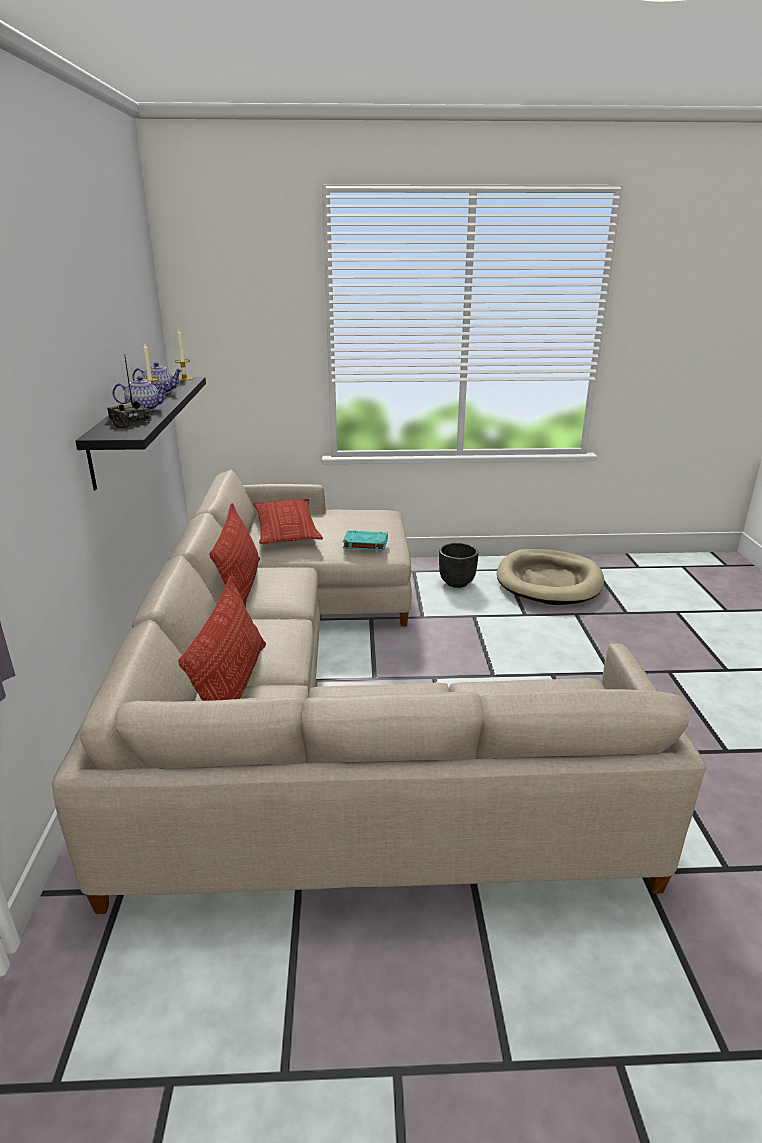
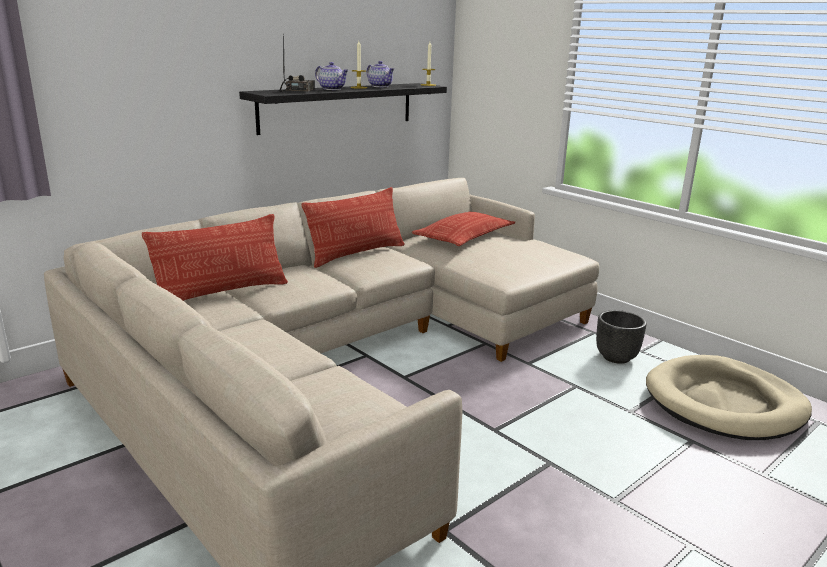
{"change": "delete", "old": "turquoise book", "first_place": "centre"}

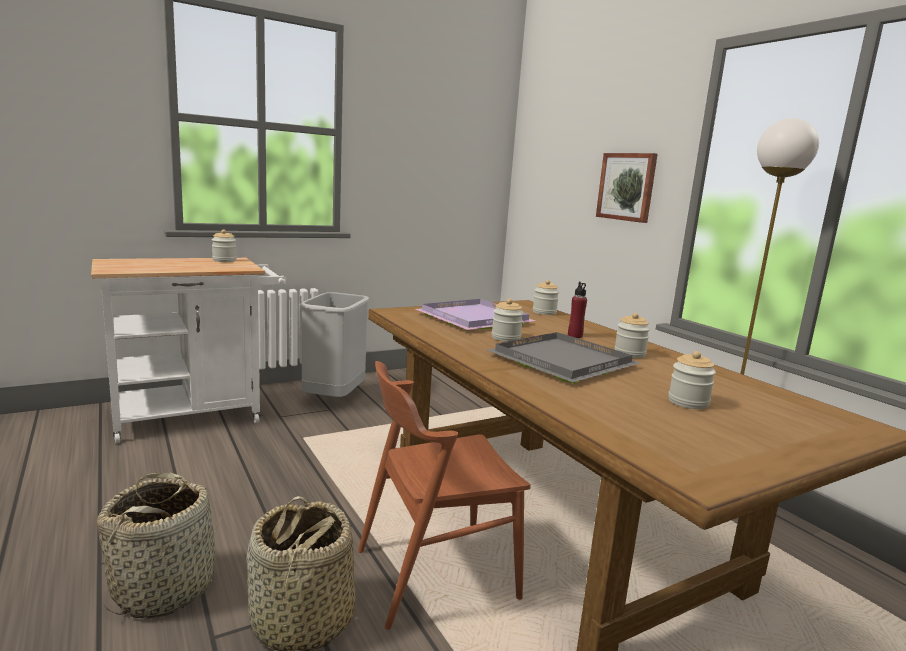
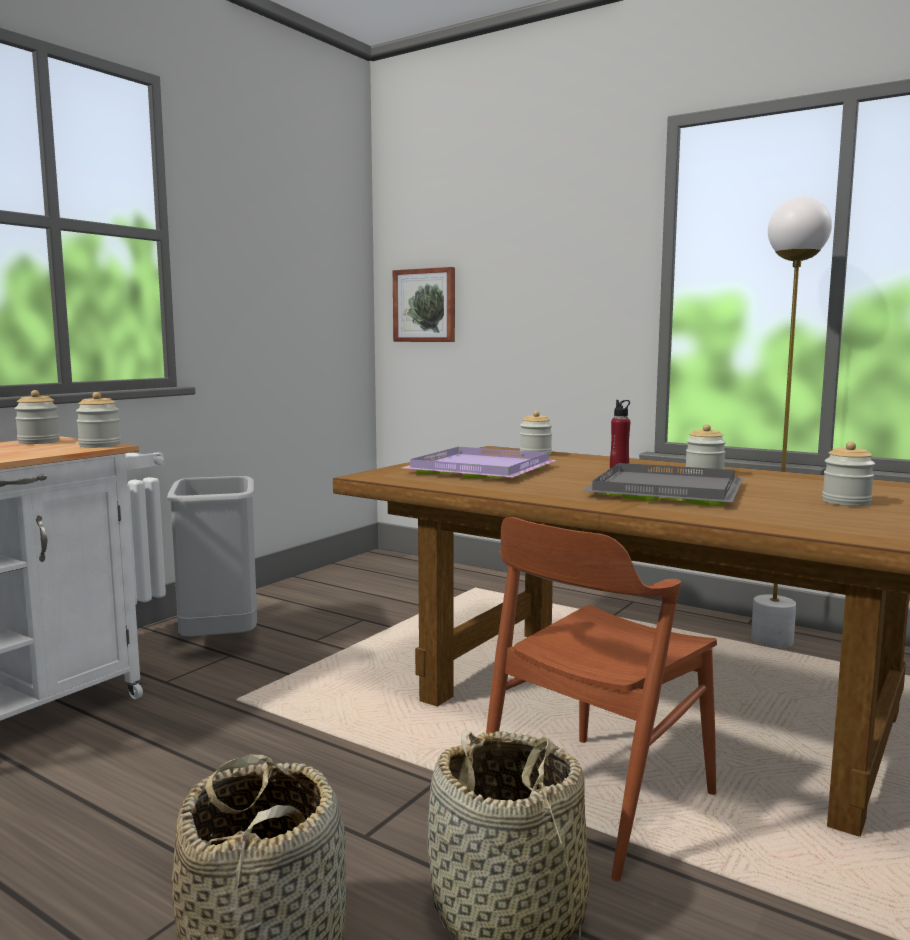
{"change": "move", "old": "jar (2nd from left)", "first_place": "centre", "second_place": "middle left"}
{"change": "move", "old": "picture", "first_place": "top right", "second_place": "top centre"}

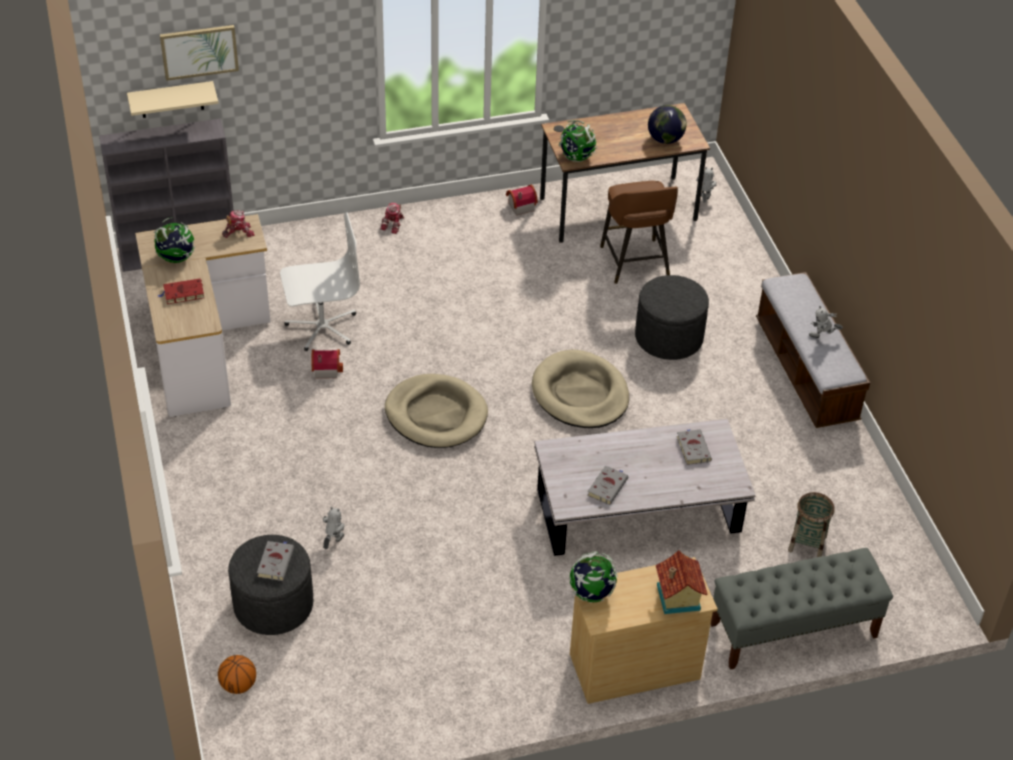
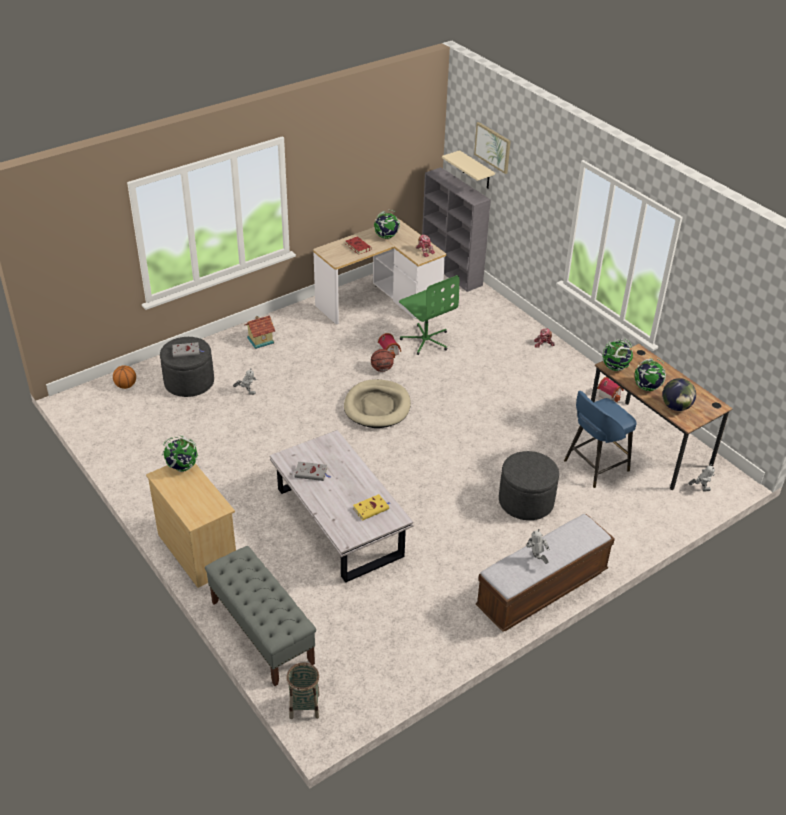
{"change": "delete", "old": "beige dog bed (2nd from left)", "first_place": "centre"}
{"change": "insert", "new": "basketball (2nd from left)", "second_place": "centre"}
{"change": "insert", "new": "globe (4th from left)", "second_place": "middle right"}
{"change": "move", "old": "toy house (3rd from left in the first image)", "new": "toy house (1st from left)", "first_place": "bottom right", "second_place": "middle left"}
{"change": "move", "old": "basket", "first_place": "bottom right", "second_place": "bottom centre"}
{"change": "recolor", "old": "white office chair", "new": "green office chair", "first_place": "middle left", "second_place": "centre"}
{"change": "recolor", "old": "brown stool", "new": "blue stool", "first_place": "top centre", "second_place": "middle right"}
{"change": "recolor", "old": "grey book (3rd from left)", "new": "yellow book", "first_place": "middle right", "second_place": "centre"}

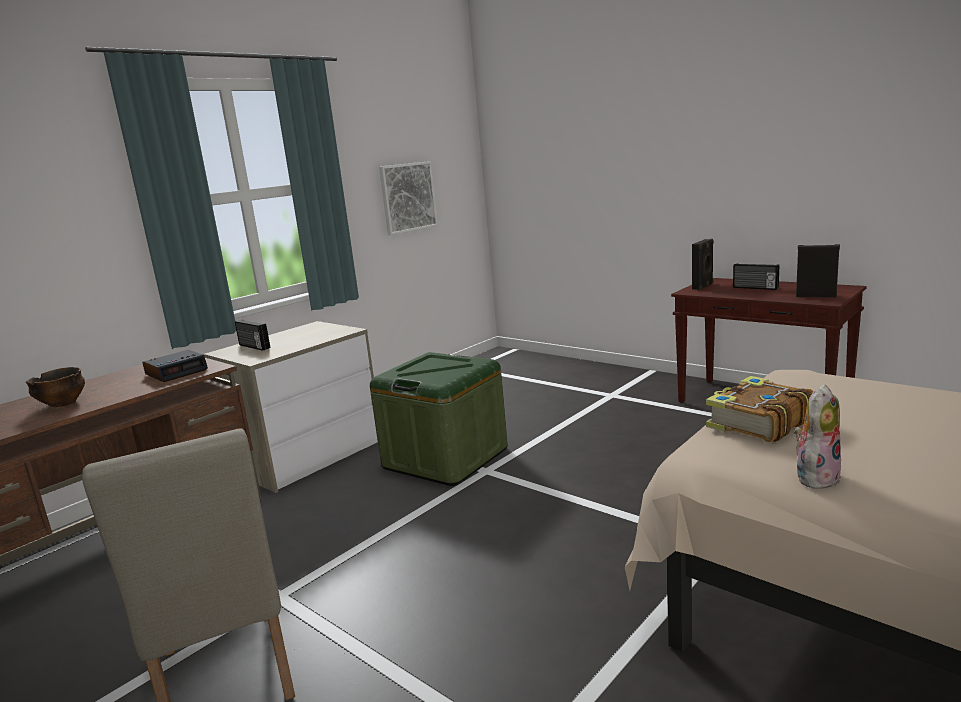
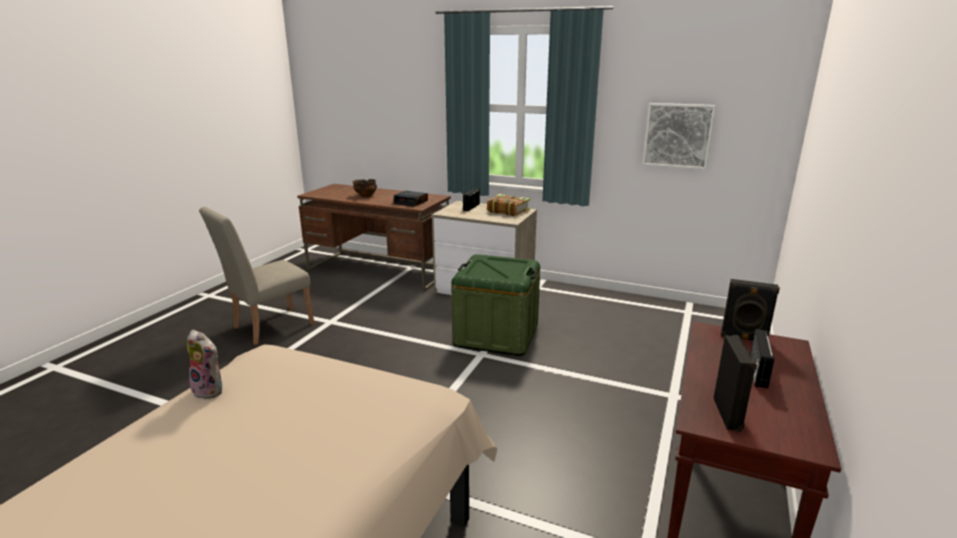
{"change": "move", "old": "book", "first_place": "middle right", "second_place": "centre"}

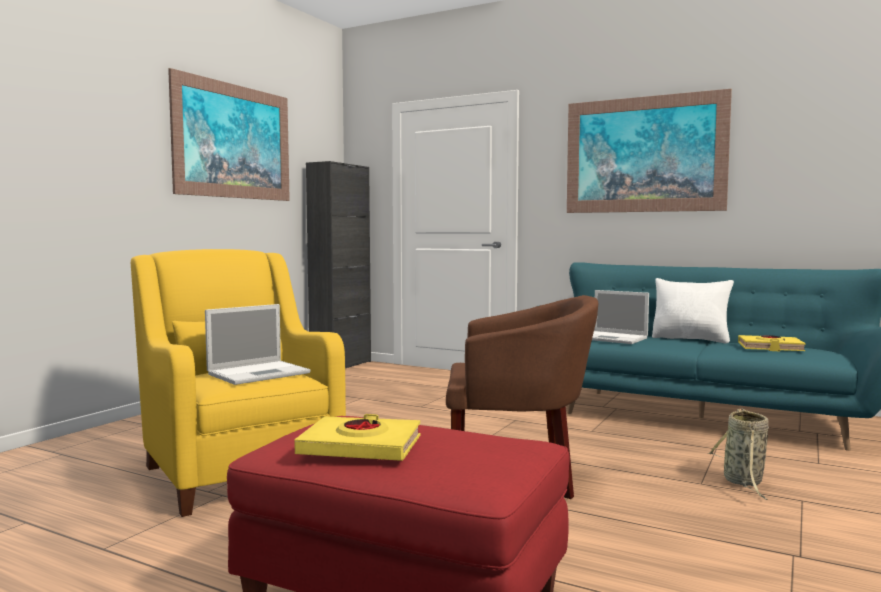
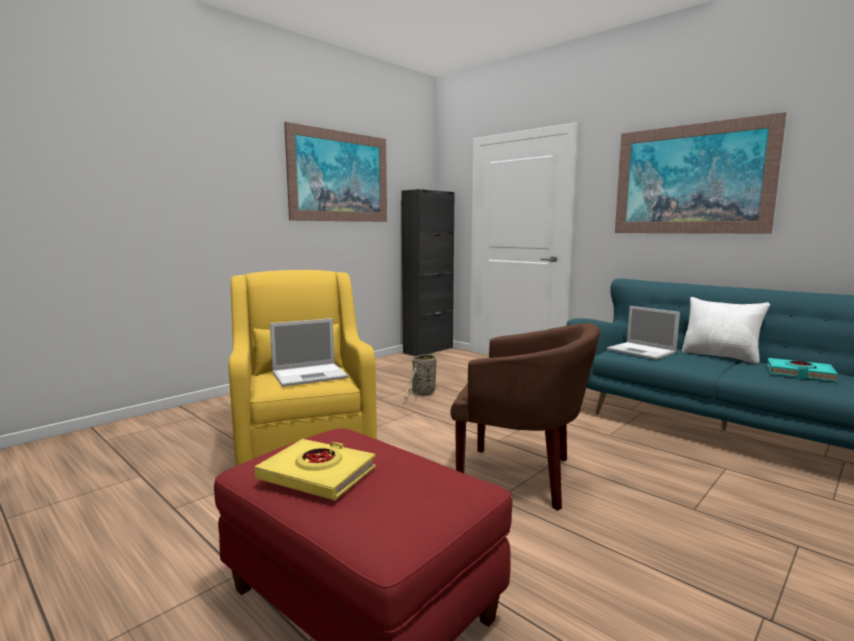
{"change": "move", "old": "basket", "first_place": "bottom right", "second_place": "centre"}
{"change": "recolor", "old": "yellow book (2nd from left)", "new": "turquoise book", "first_place": "middle right", "second_place": "middle right"}

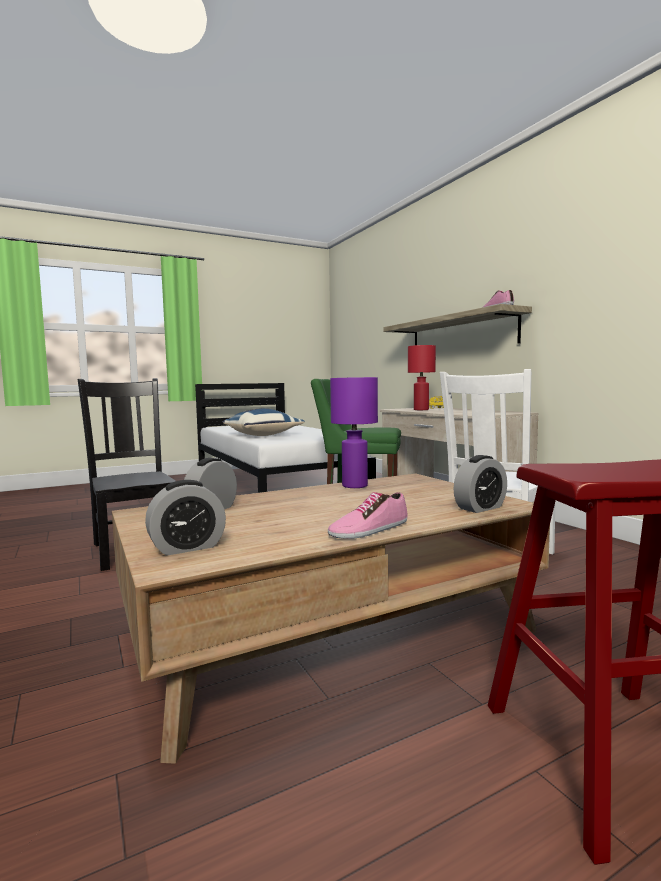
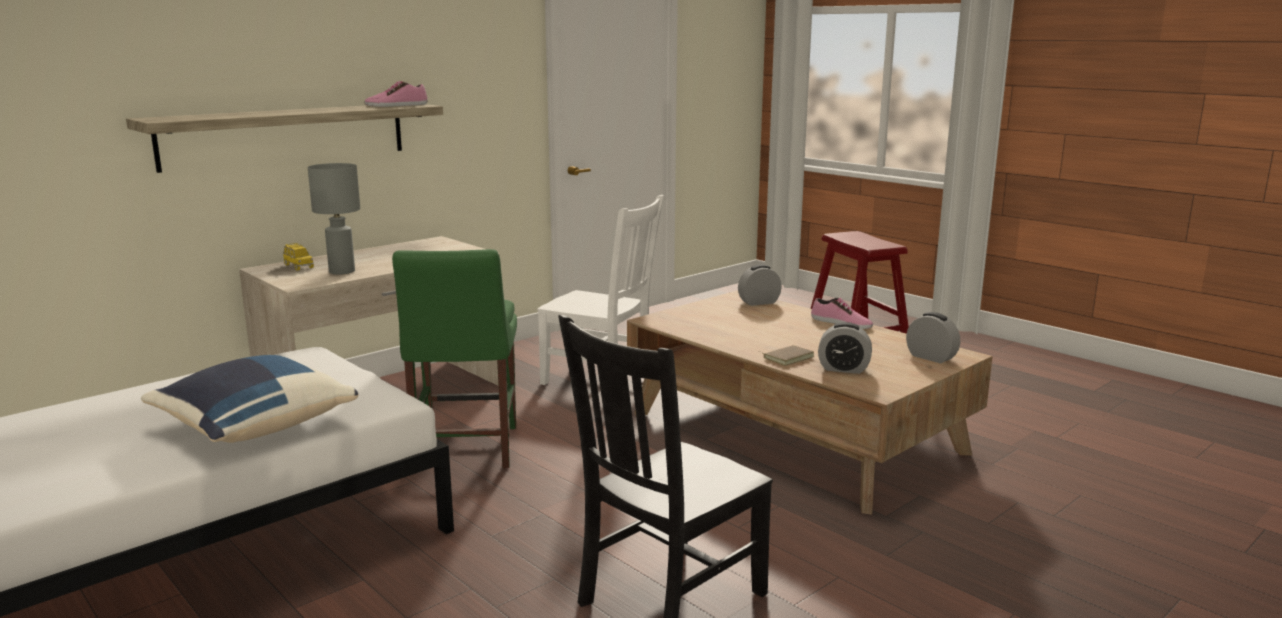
{"change": "delete", "old": "purple table lamp", "first_place": "centre"}
{"change": "insert", "new": "brown book", "second_place": "centre"}
{"change": "recolor", "old": "red table lamp", "new": "grey table lamp", "first_place": "centre", "second_place": "middle left"}
{"change": "rotate", "old": "alarm clock (3rd from left in the first image)", "first_place": "middle right", "second_place": "centre", "degrees": -60}

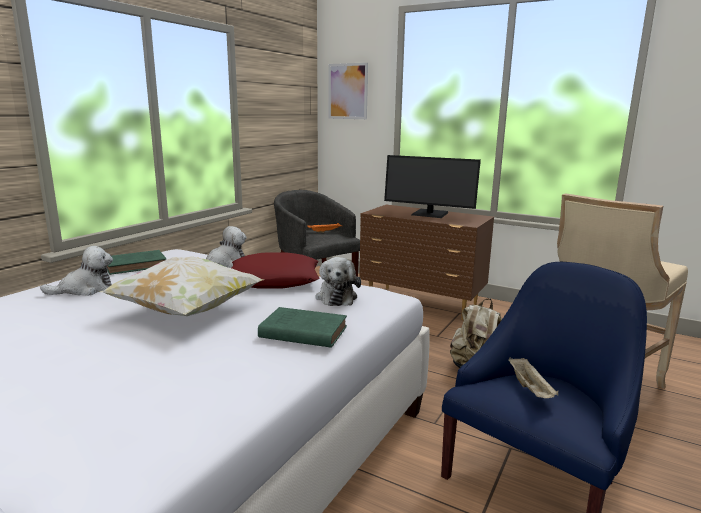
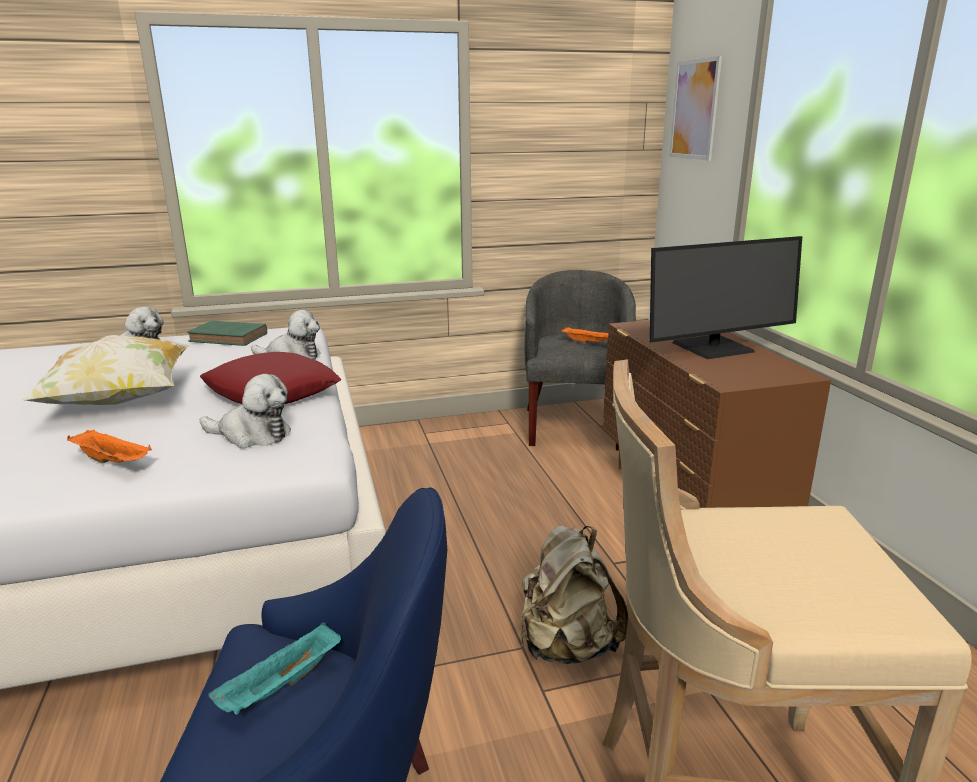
{"change": "replace", "old": "green book (2nd from left)", "new": "orange tray (1st from left)", "first_place": "centre", "second_place": "middle left"}
{"change": "recolor", "old": "beige tray", "new": "turquoise tray", "first_place": "bottom right", "second_place": "bottom left"}
{"change": "rotate", "old": "plush toy (3rd from left in the first image)", "first_place": "centre", "second_place": "middle left", "degrees": -120}
{"change": "rotate", "old": "monitor", "first_place": "centre", "second_place": "middle right", "degrees": -90}

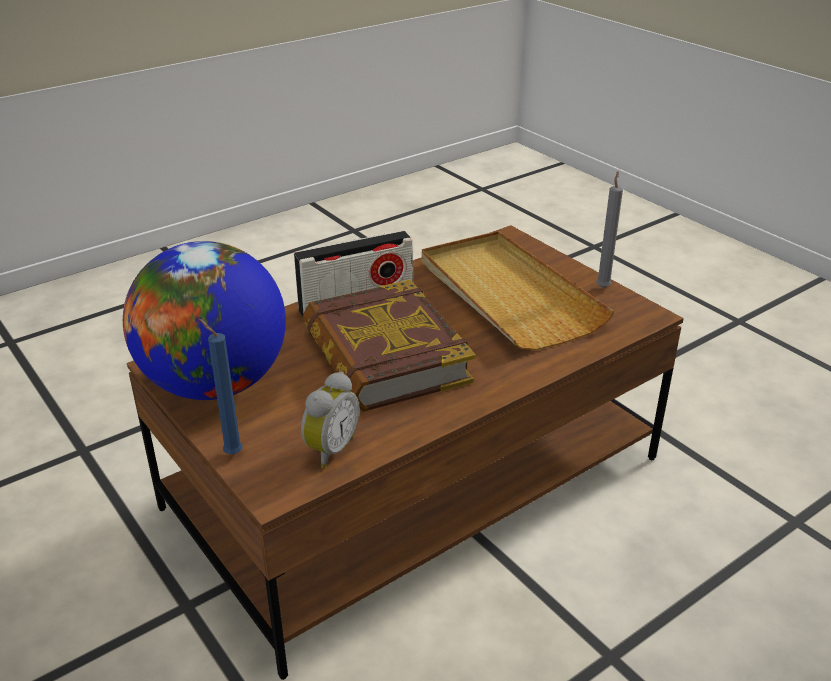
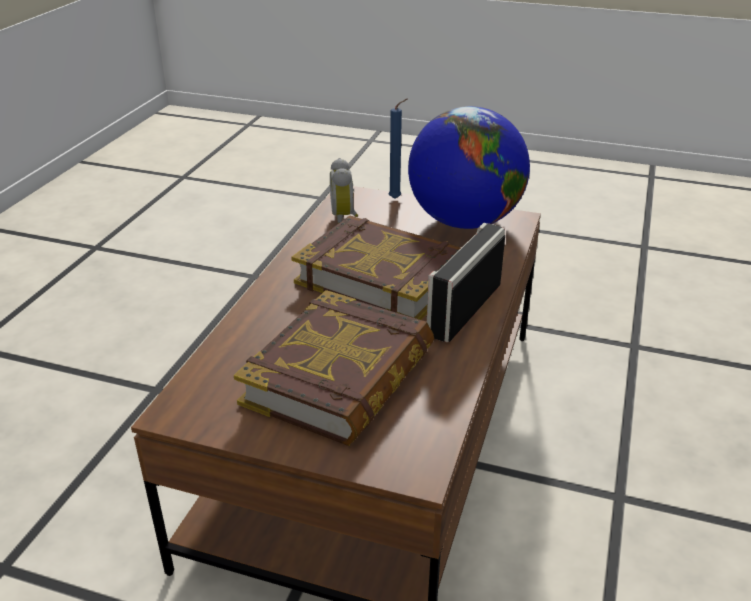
{"change": "delete", "old": "grey candle", "first_place": "middle right"}
{"change": "replace", "old": "beige tray", "new": "book (1st from left)", "first_place": "centre", "second_place": "centre"}

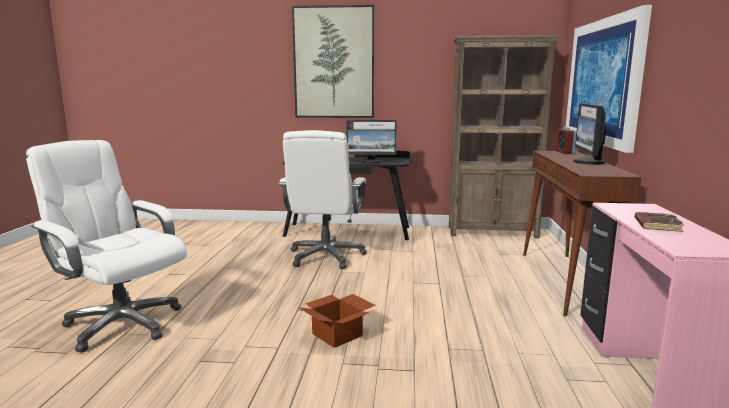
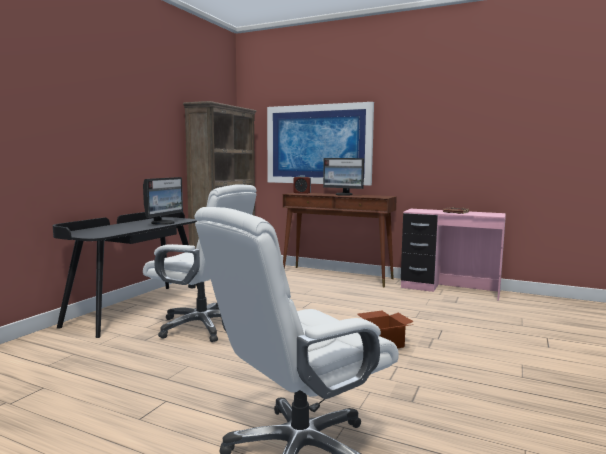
{"change": "delete", "old": "picture (1st from left)", "first_place": "top centre"}

